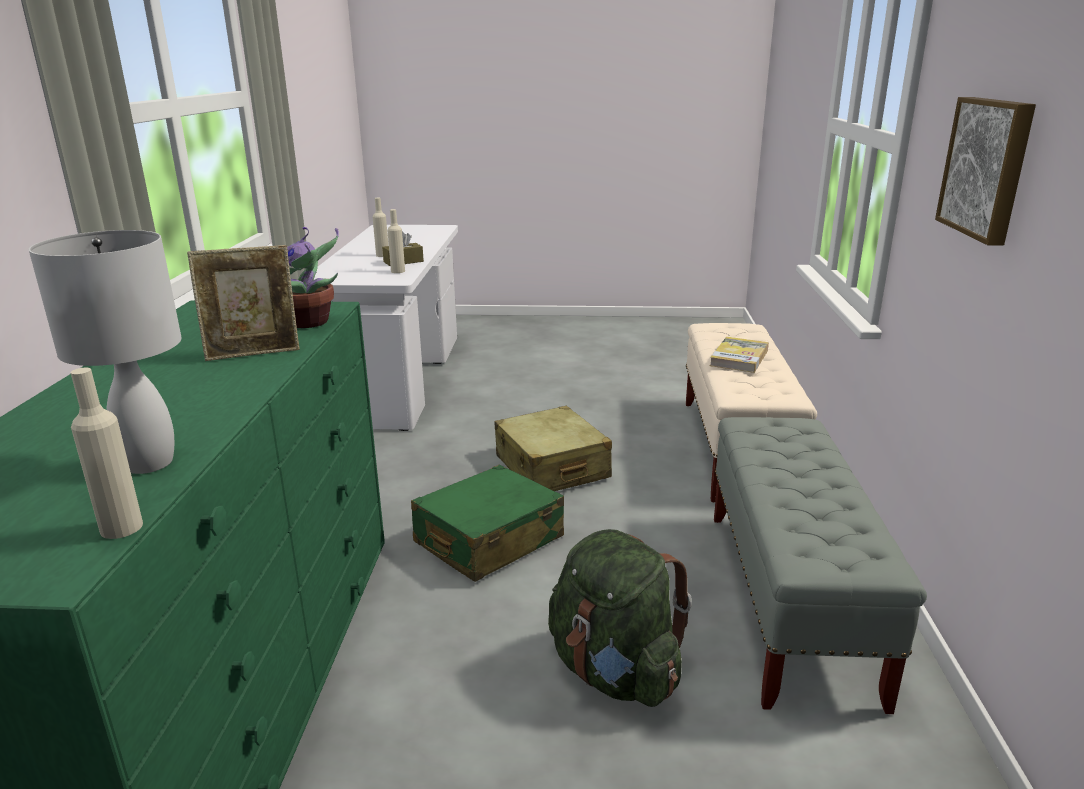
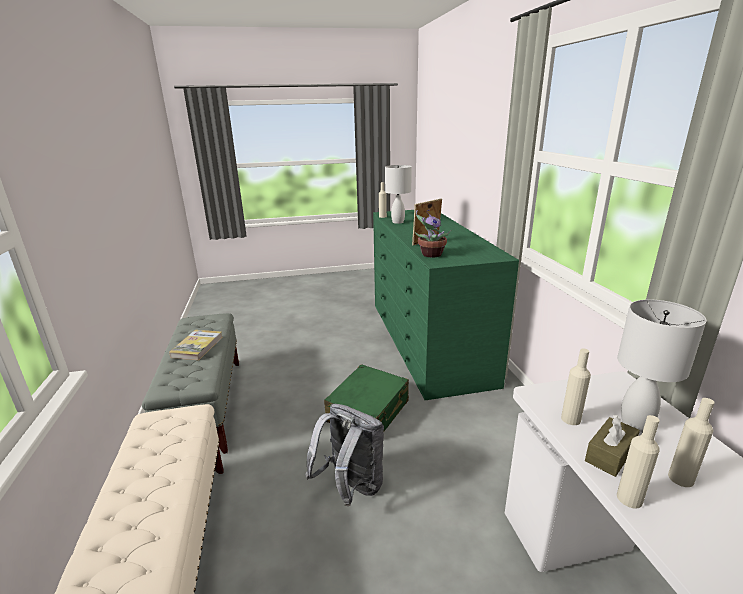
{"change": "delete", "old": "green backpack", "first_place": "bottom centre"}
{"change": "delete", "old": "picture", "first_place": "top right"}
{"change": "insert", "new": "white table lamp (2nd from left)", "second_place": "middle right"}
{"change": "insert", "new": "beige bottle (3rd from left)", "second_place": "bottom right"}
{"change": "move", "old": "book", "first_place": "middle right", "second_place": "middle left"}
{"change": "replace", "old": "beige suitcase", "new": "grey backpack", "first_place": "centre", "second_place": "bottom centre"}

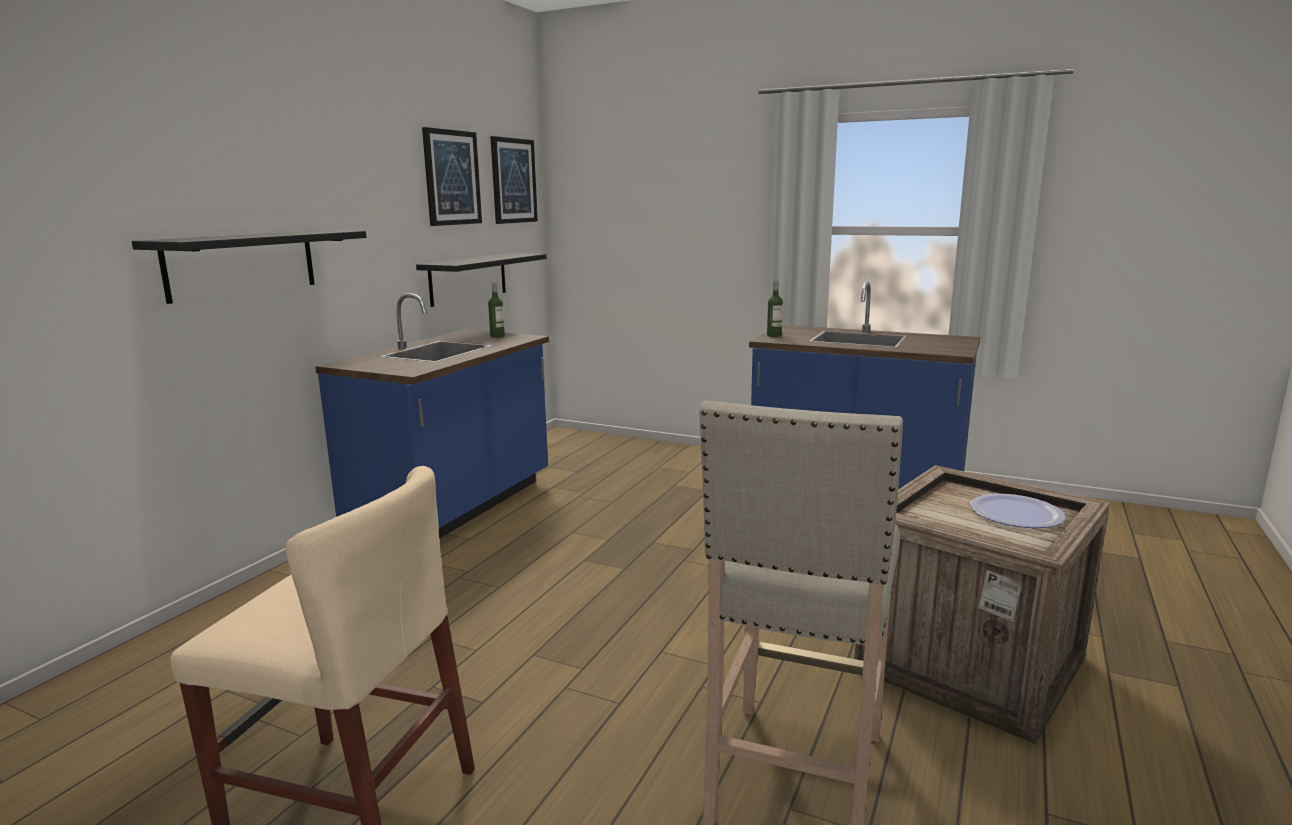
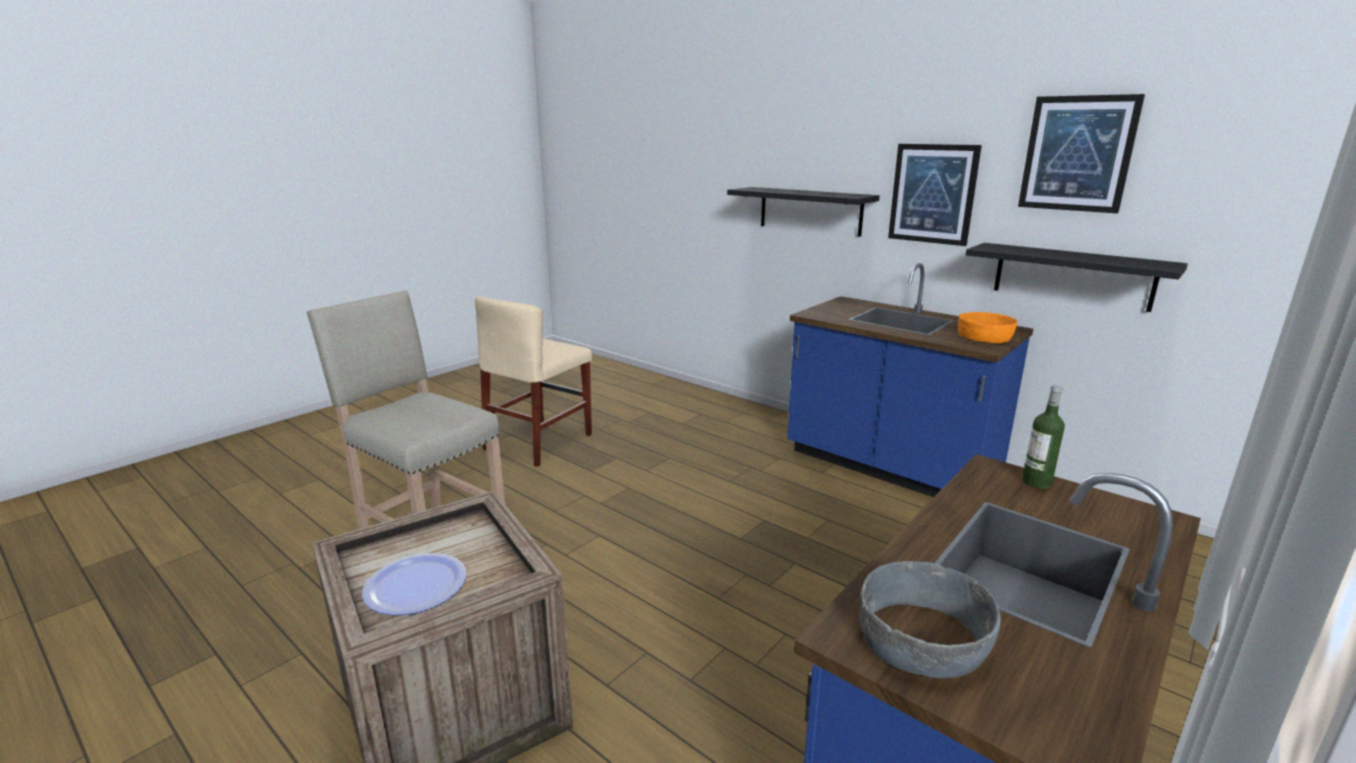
{"change": "insert", "new": "grey bowl", "second_place": "bottom right"}
{"change": "move", "old": "picture (2nd from left in the first image)", "new": "picture (1st from left)", "first_place": "top centre", "second_place": "top right"}
{"change": "replace", "old": "bottle (1st from left)", "new": "orange bowl", "first_place": "centre", "second_place": "middle right"}

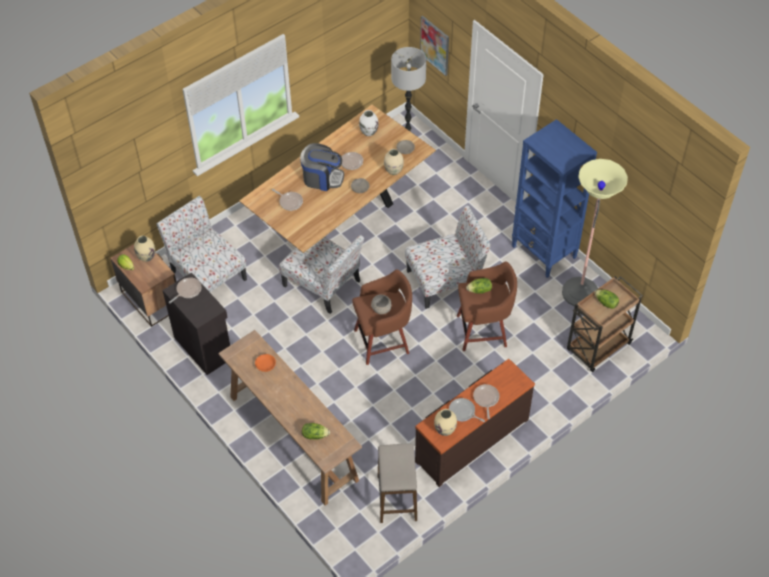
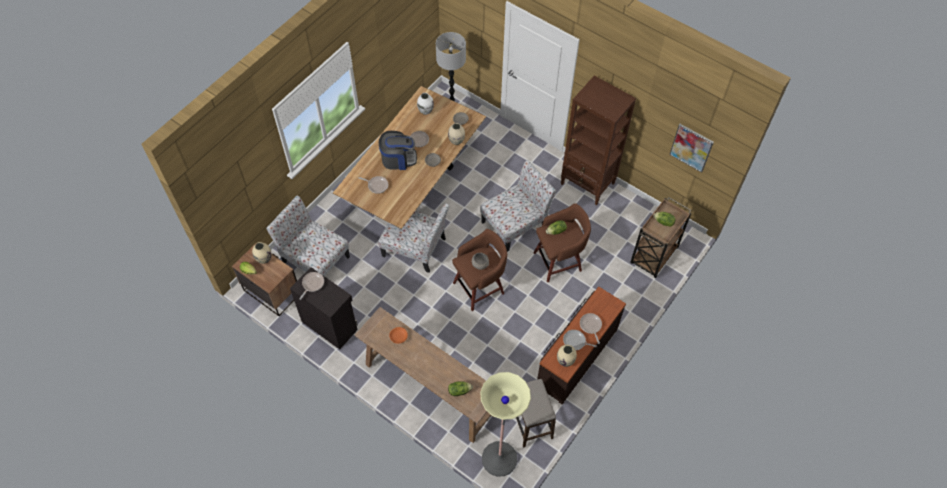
{"change": "move", "old": "picture", "first_place": "top centre", "second_place": "top right"}
{"change": "move", "old": "floor lamp (2nd from left)", "first_place": "middle right", "second_place": "bottom centre"}
{"change": "recolor", "old": "blue bookcase", "new": "brown bookcase", "first_place": "middle right", "second_place": "top centre"}

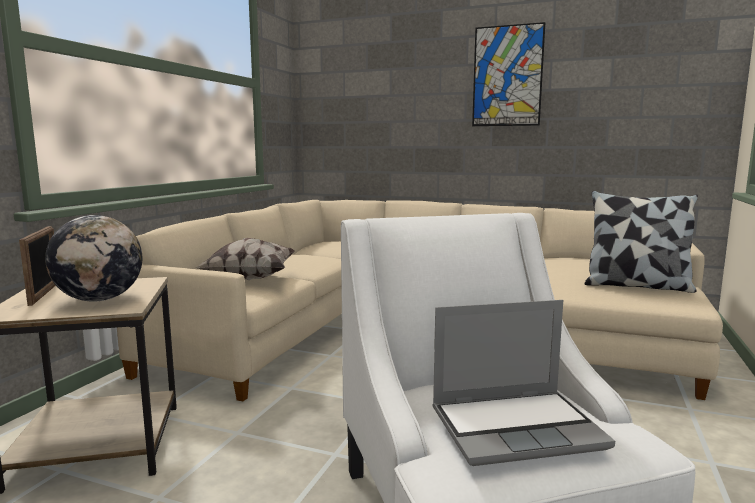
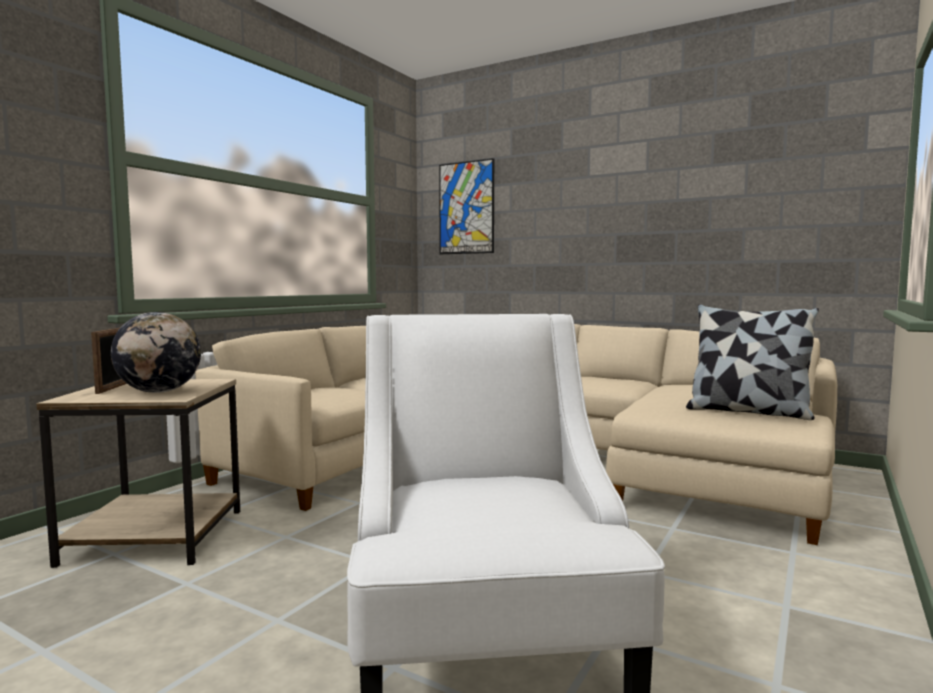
{"change": "delete", "old": "pillow (1st from left)", "first_place": "middle left"}
{"change": "delete", "old": "laptop", "first_place": "bottom right"}
{"change": "move", "old": "picture", "first_place": "top right", "second_place": "top centre"}

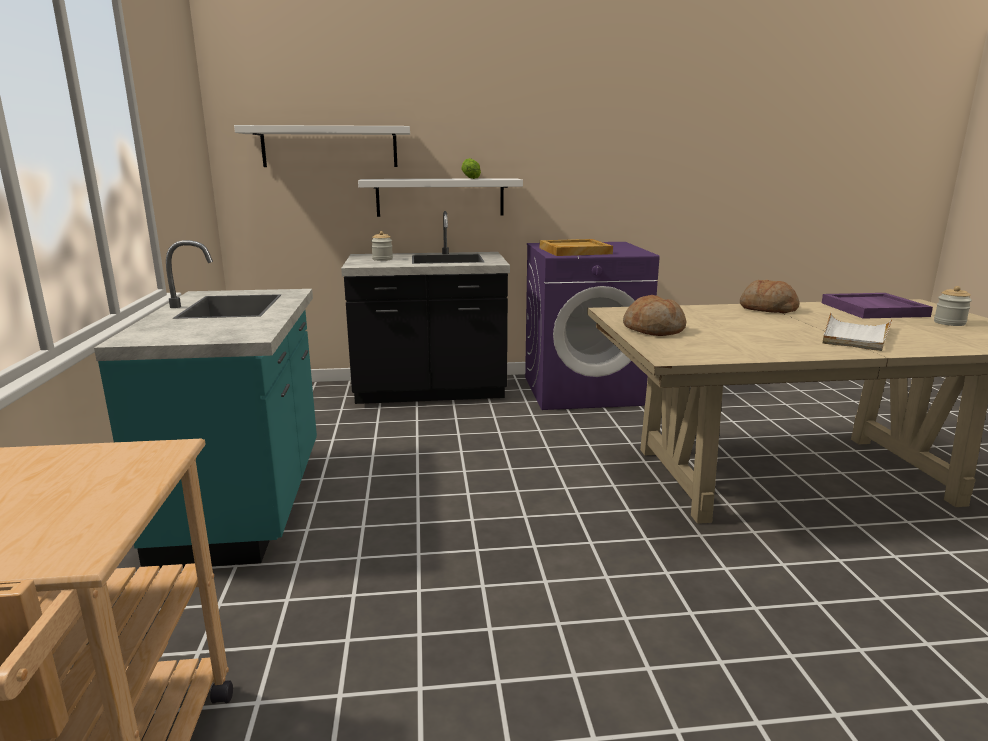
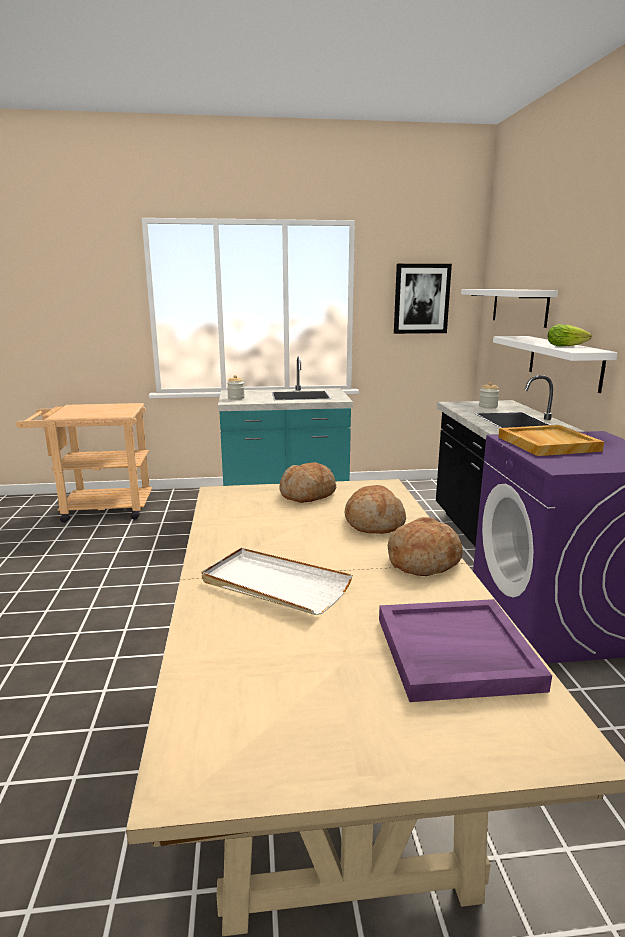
{"change": "insert", "new": "bread (2nd from left)", "second_place": "centre"}
{"change": "insert", "new": "picture", "second_place": "top right"}
{"change": "move", "old": "jar (2nd from left in the first image)", "new": "jar (1st from left)", "first_place": "middle right", "second_place": "centre"}

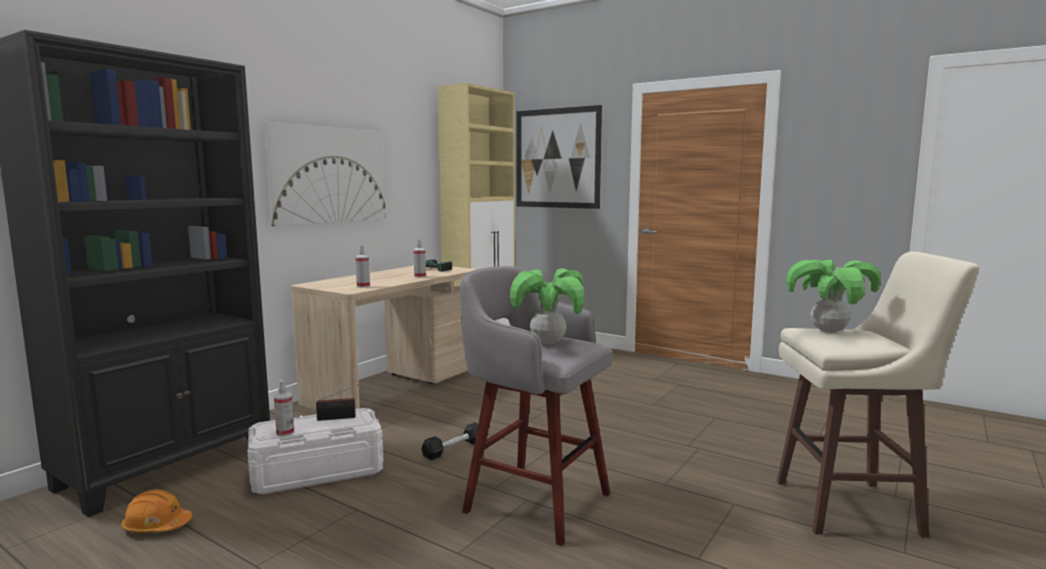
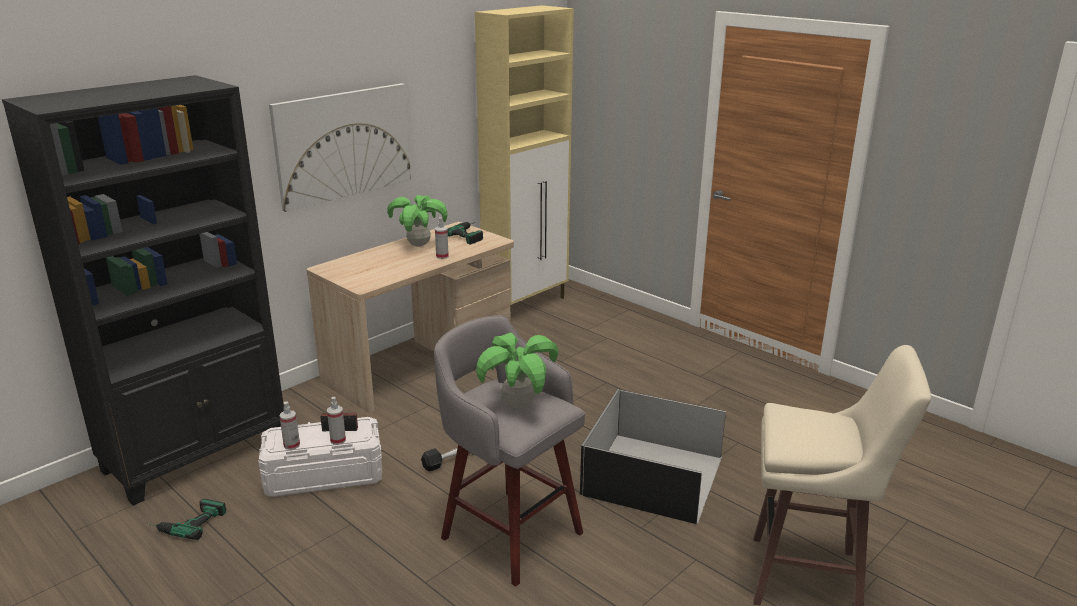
{"change": "delete", "old": "picture (2nd from left)", "first_place": "top centre"}
{"change": "insert", "new": "black storage box", "second_place": "bottom centre"}
{"change": "move", "old": "spray bottle (2nd from left)", "first_place": "centre", "second_place": "bottom left"}
{"change": "move", "old": "potted plant (2nd from left in the first image)", "new": "potted plant (1st from left)", "first_place": "middle right", "second_place": "centre"}
{"change": "replace", "old": "orange hard hat", "new": "power drill (1st from left)", "first_place": "bottom left", "second_place": "bottom left"}

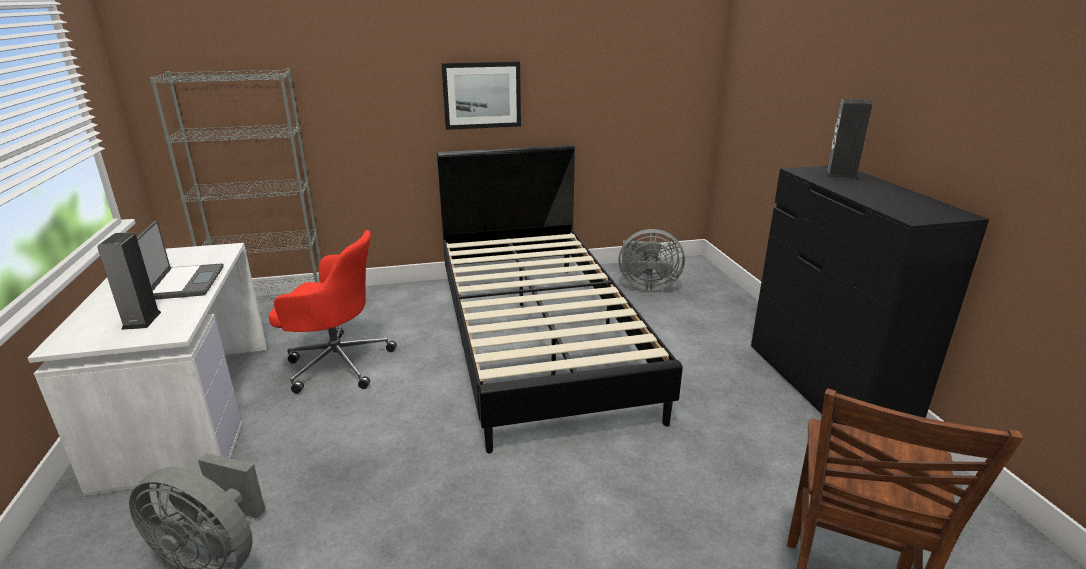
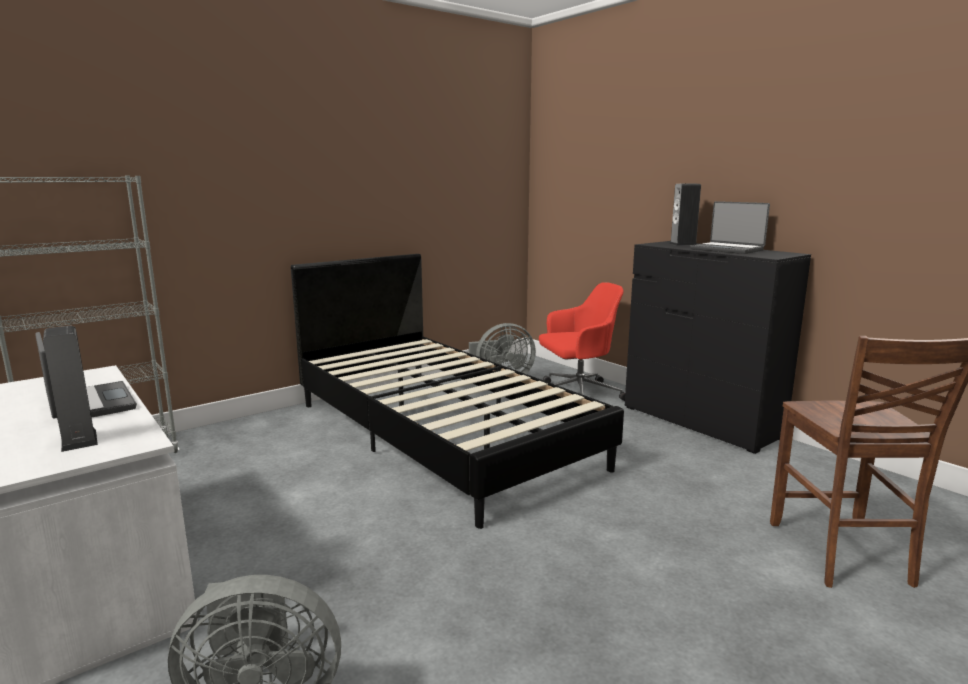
{"change": "delete", "old": "picture", "first_place": "top centre"}
{"change": "insert", "new": "laptop (2nd from left)", "second_place": "top right"}
{"change": "move", "old": "red office chair", "first_place": "middle left", "second_place": "centre"}

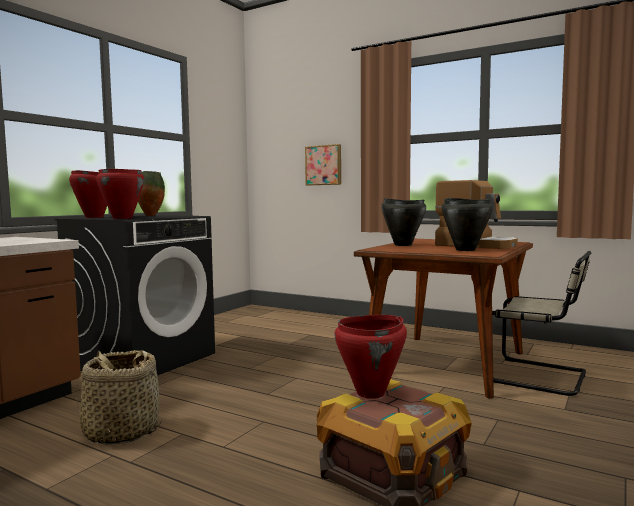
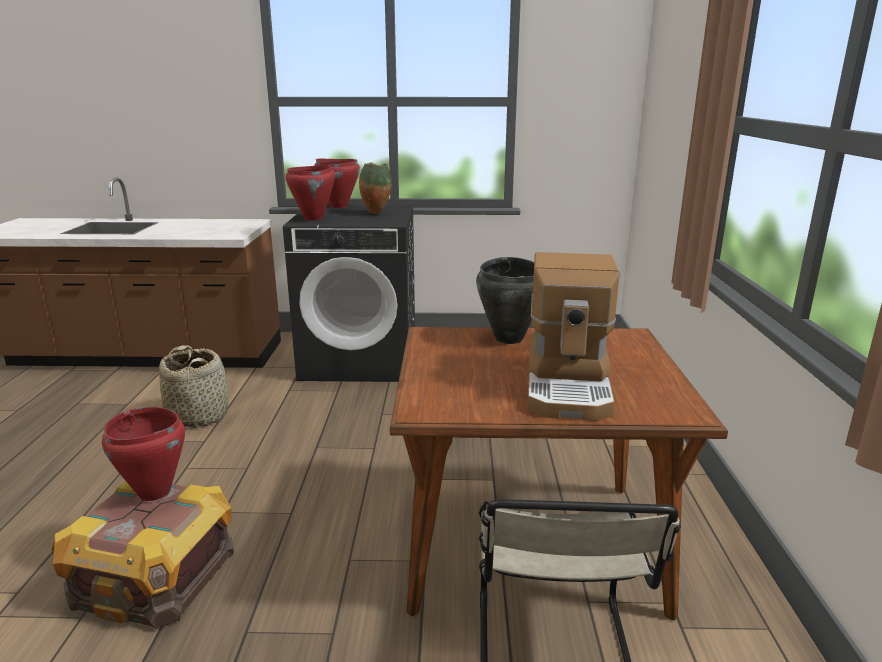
{"change": "delete", "old": "picture", "first_place": "top centre"}
{"change": "delete", "old": "black cooking pot (2nd from left)", "first_place": "middle right"}

